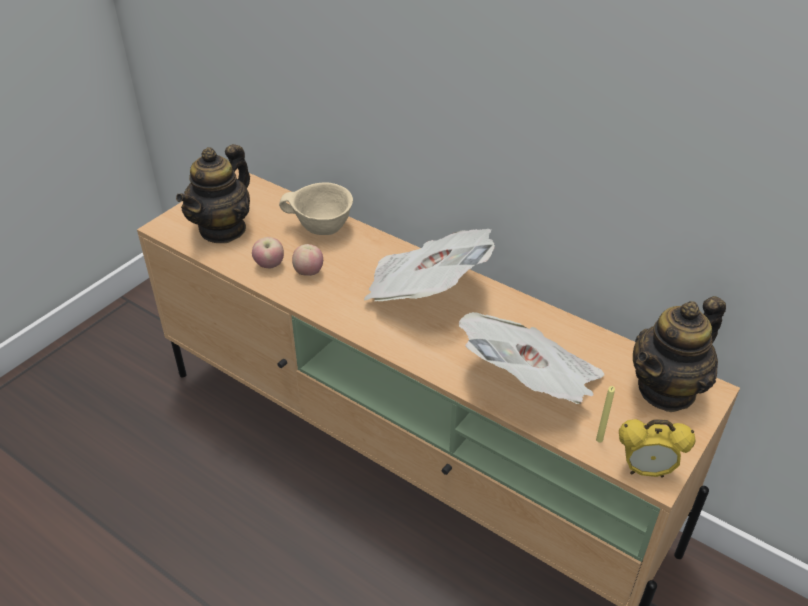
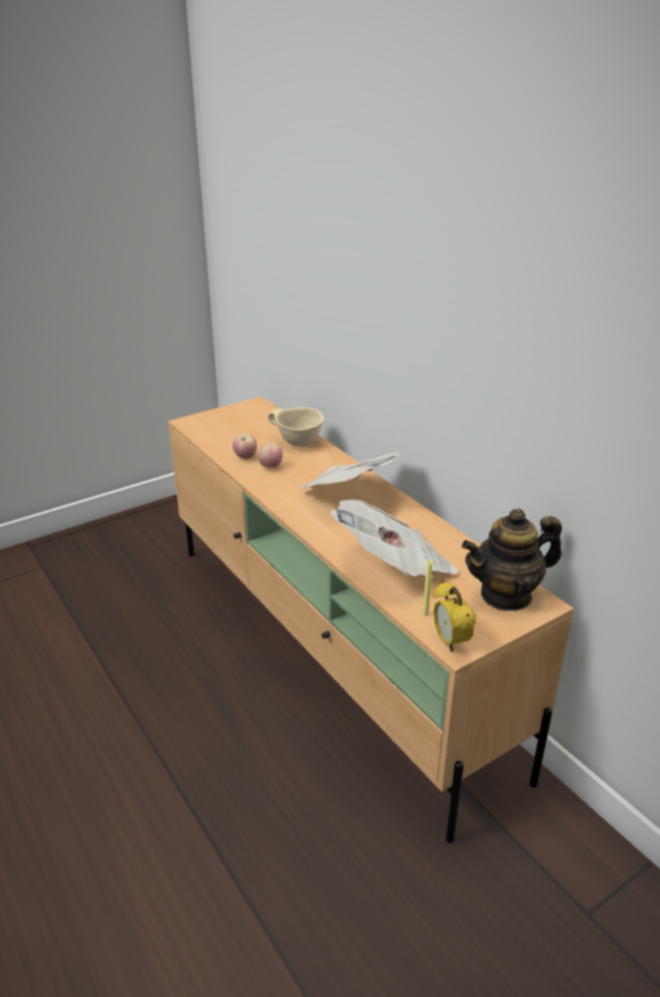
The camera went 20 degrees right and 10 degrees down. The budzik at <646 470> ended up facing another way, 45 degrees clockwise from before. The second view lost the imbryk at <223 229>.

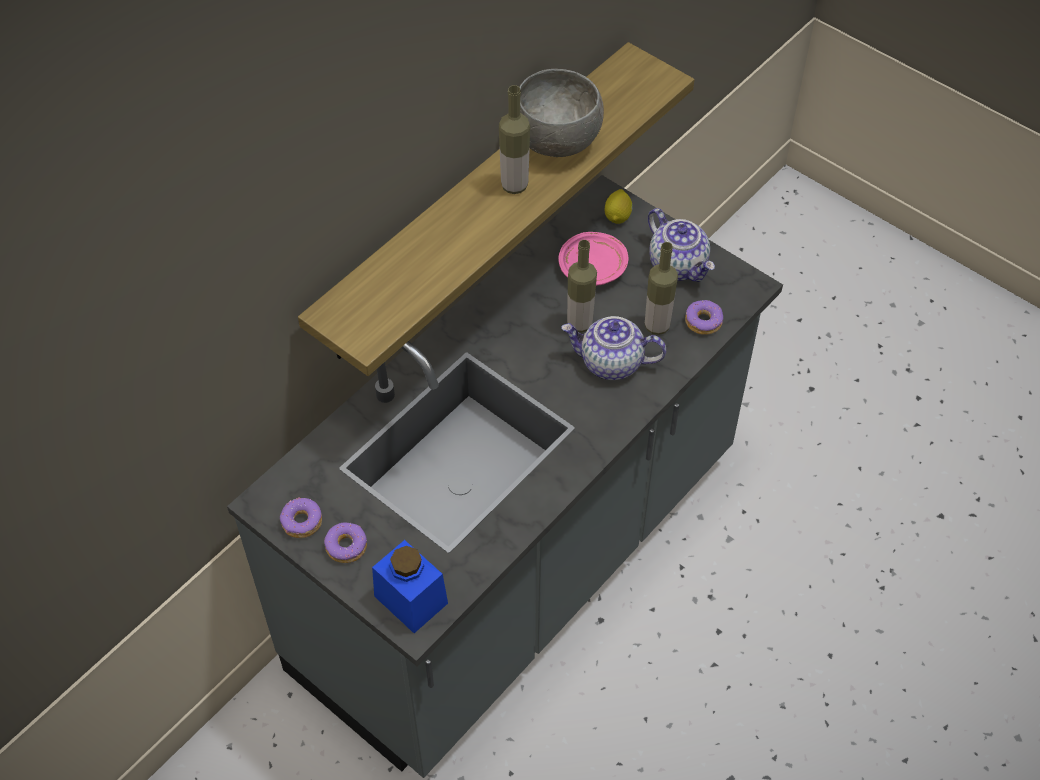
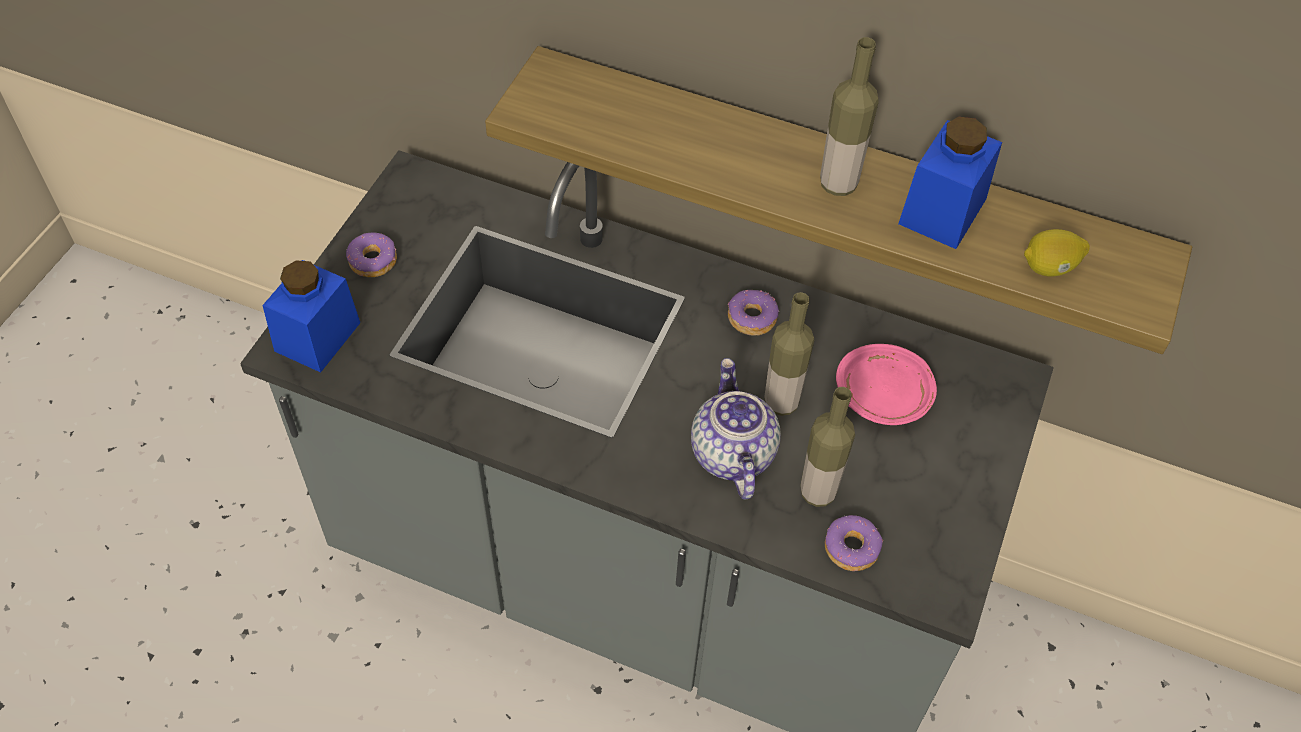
The camera went 70 degrees right and 0 degrees up. The donut ended up elsewhere, having gone from <301 522> to <751 318>. Where the miska/szary stood at <558 142>, the słoik/niebieski came to stand at <942 211>. The cytryna ended up elsewhere, having gone from <618 216> to <1049 268>. The second view lost the imbryk at <678 265>.

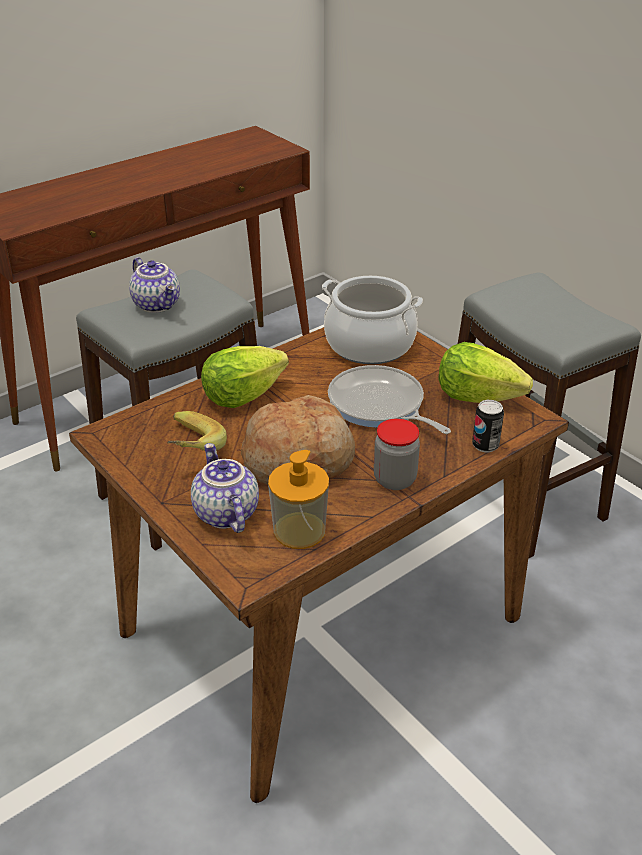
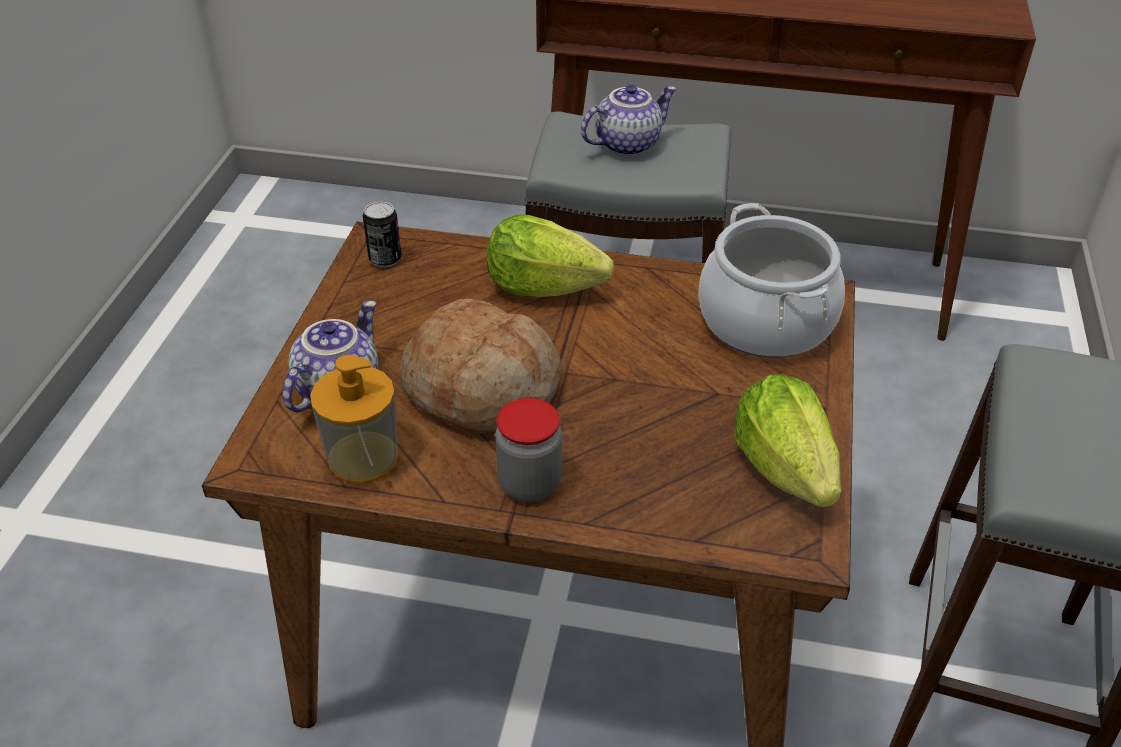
The camera went 50 degrees right and 5 degrees up. The puszka ended up elsewhere, having gone from <485 445> to <385 259>. The imbryk at <158 304> ended up facing another way, 135 degrees counterclockwise from before. The second view lost the banan at <188 450>. The second view lost the patelnia at <379 406>.

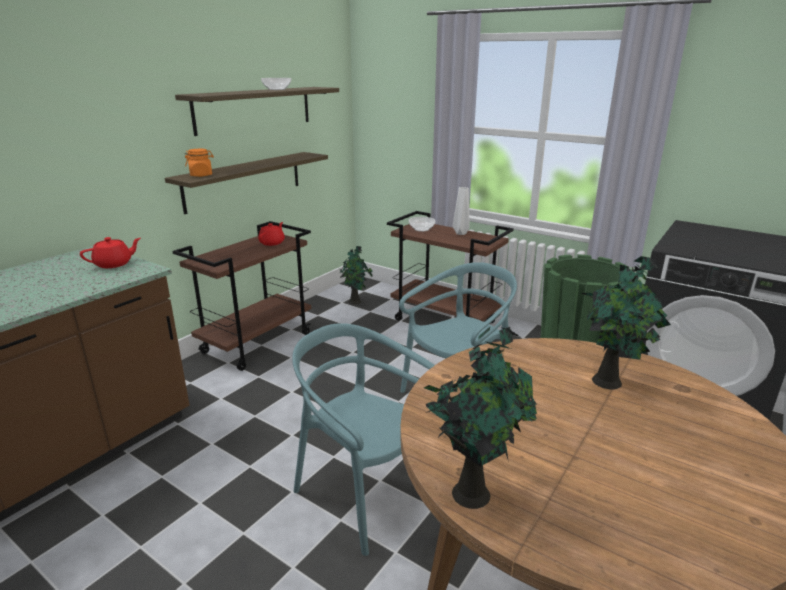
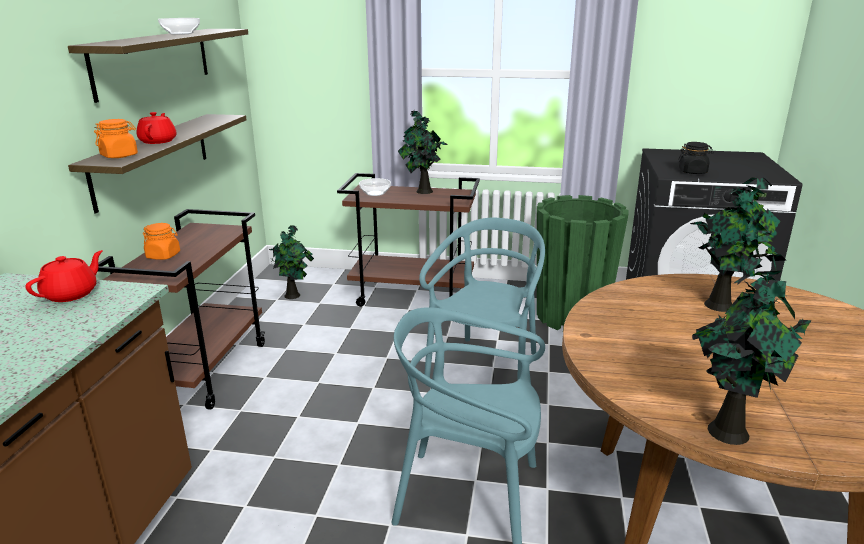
The camera went 25 degrees left and 0 degrees up. The imbryk/czerwony ended up elsewhere, having gone from <272 243> to <158 141>. The second view gained the słoik/pomarańczowy at <163 256>. Where the wazon/biały stood at <461 233>, the roślina doniczkowa came to stand at <422 191>. The second view gained the słoik/czarny at <693 171>.

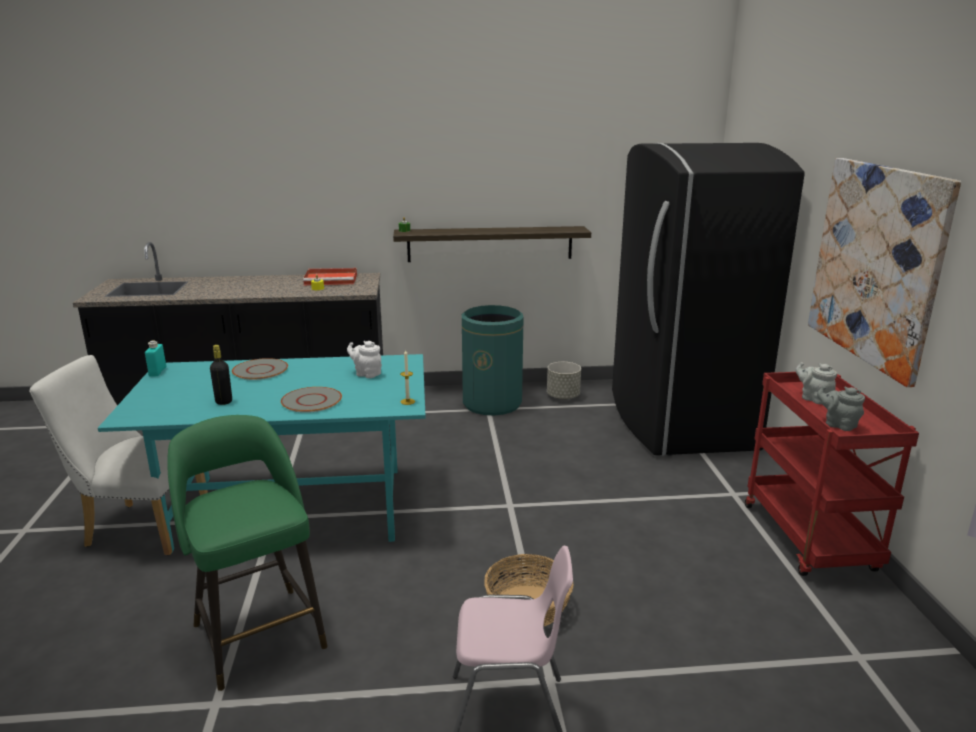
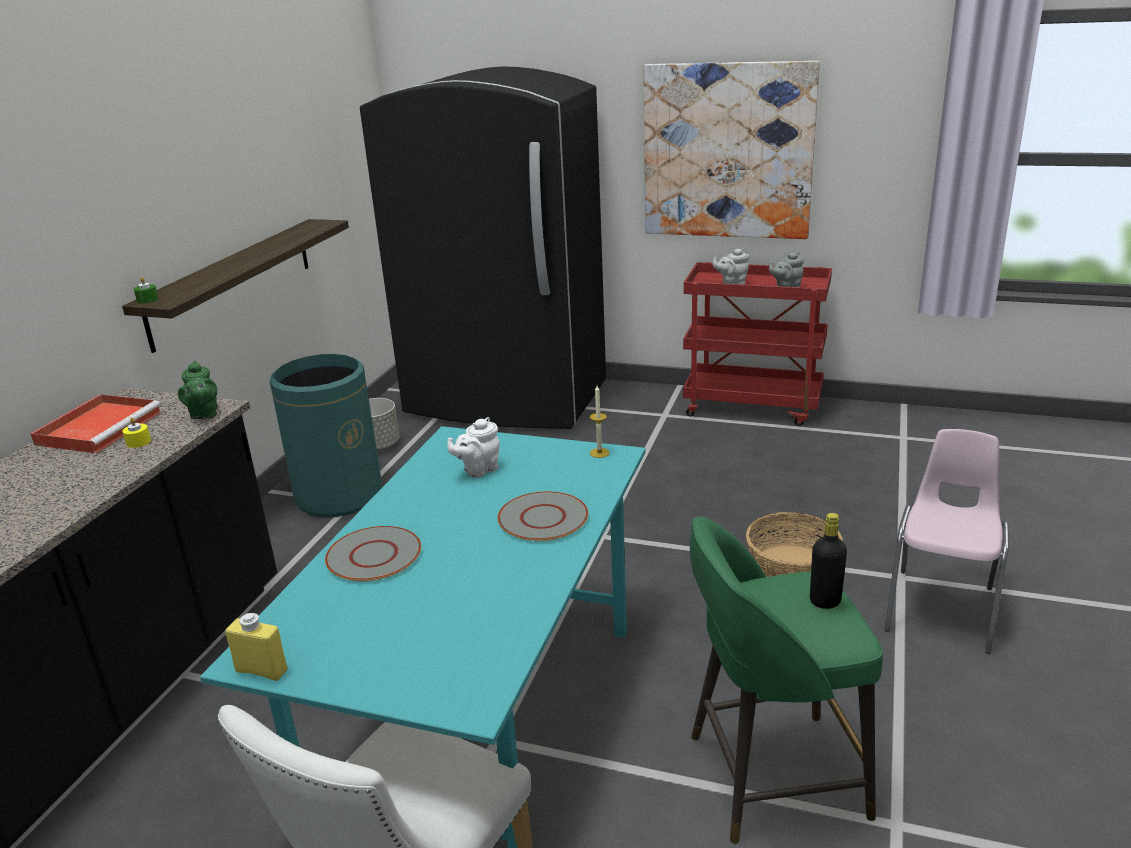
The camera went 65 degrees left and 5 degrees up. The second view gained the imbryk/zielony at <204 414>. What was the butelka/turkusowy at <157 372> turned into the butelka/żółty at <261 670>. The butelka/czarny ended up elsewhere, having gone from <224 401> to <825 601>.

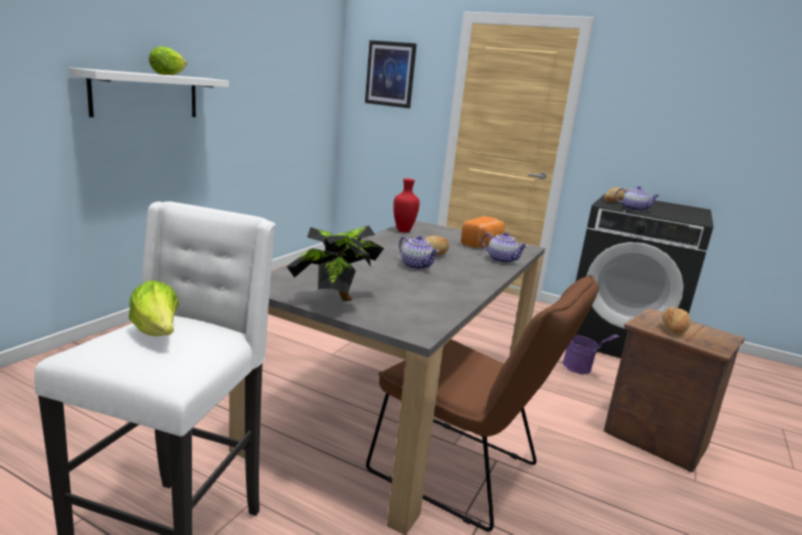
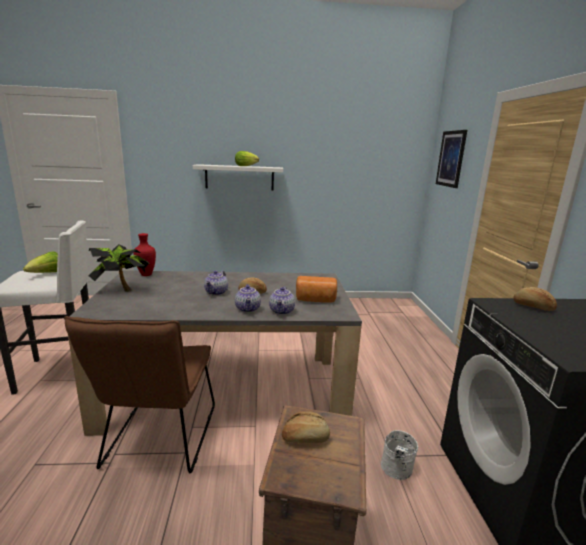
The camera went 60 degrees right and 0 degrees up. The wazon/czerwony ended up elsewhere, having gone from <403 230> to <147 274>. The imbryk ended up elsewhere, having gone from <634 209> to <248 309>. What was the wiadro/fioletowy at <581 369> turned into the wiadro/biały at <396 472>.

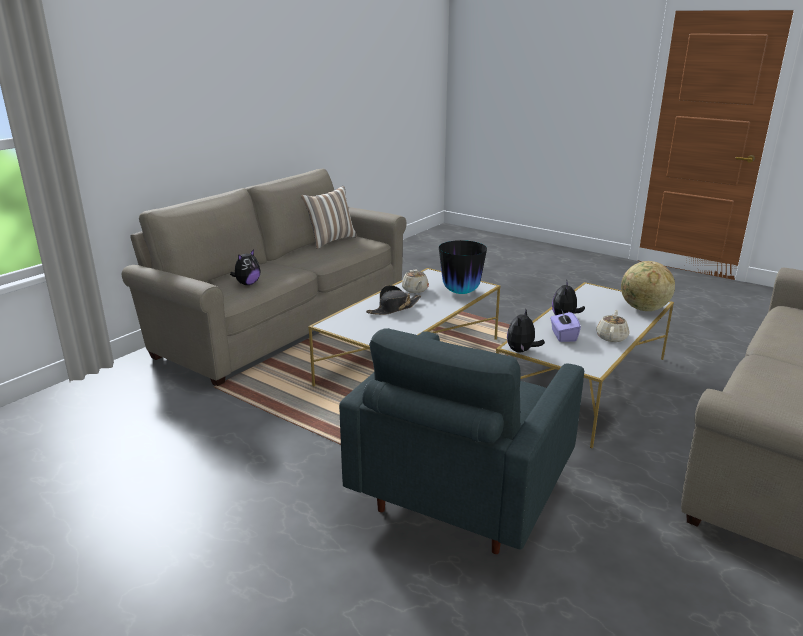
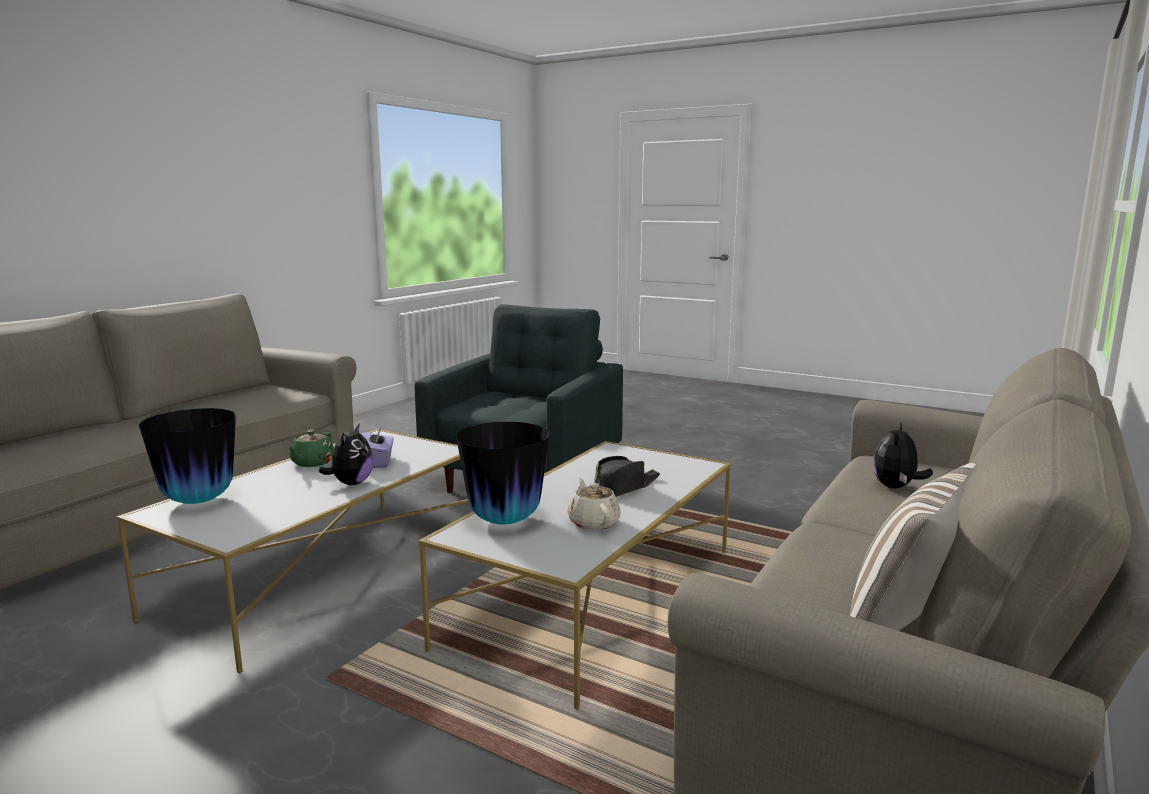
The camera went 175 degrees right and 10 degrees down. Where the globus stood at <643 309>, the wazon came to stand at <199 501>. What was the imbryk/beżowy at <611 337> turned into the imbryk/zielony at <312 463>. The second view lost the pluszak at <521 351>.

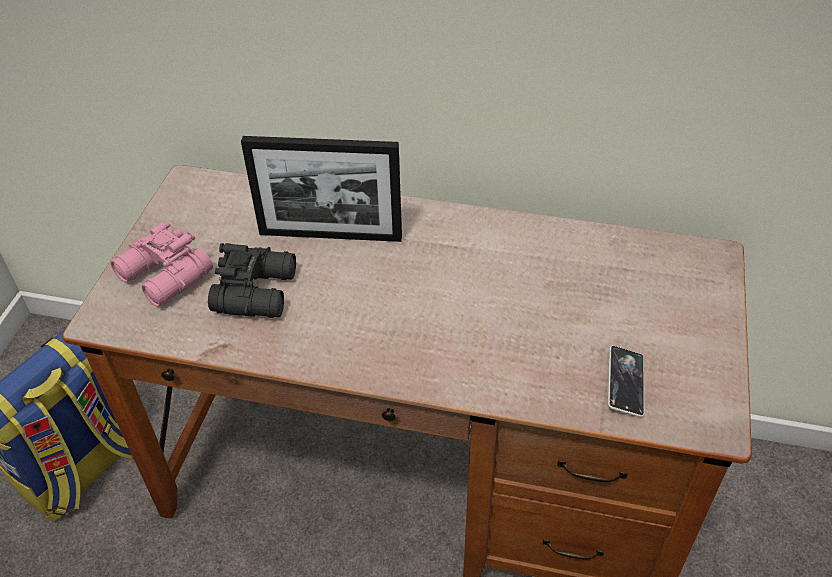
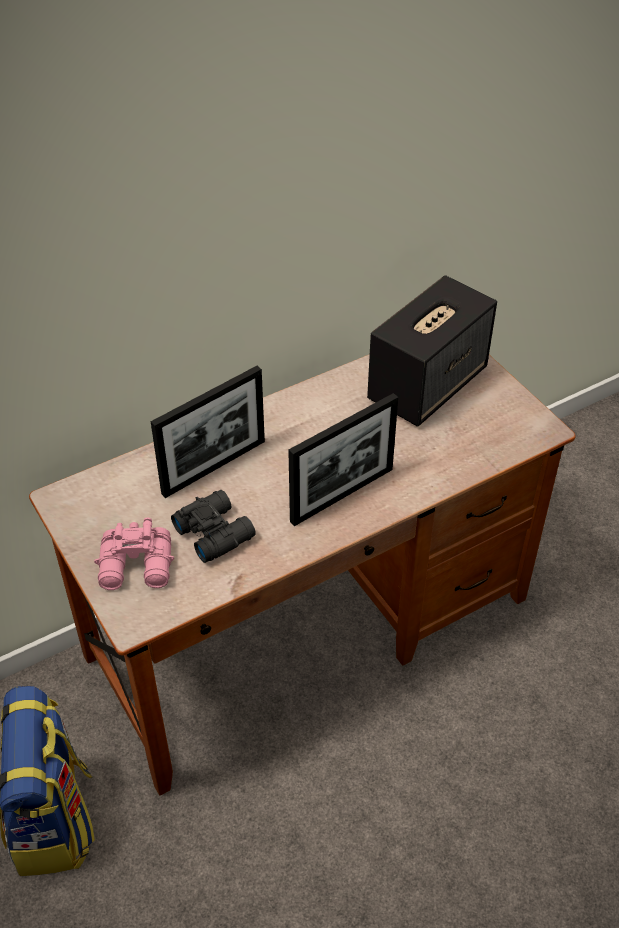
The camera went 45 degrees left and 0 degrees up. The second view gained the ramka na zdjęcie at <342 495>. The second view gained the głośnik at <428 384>. The second view lost the telefon at <625 384>.

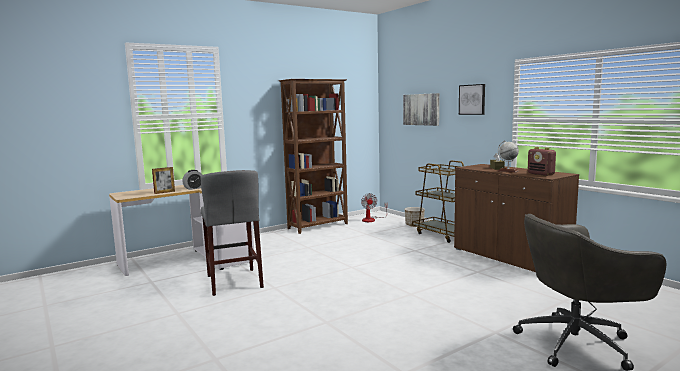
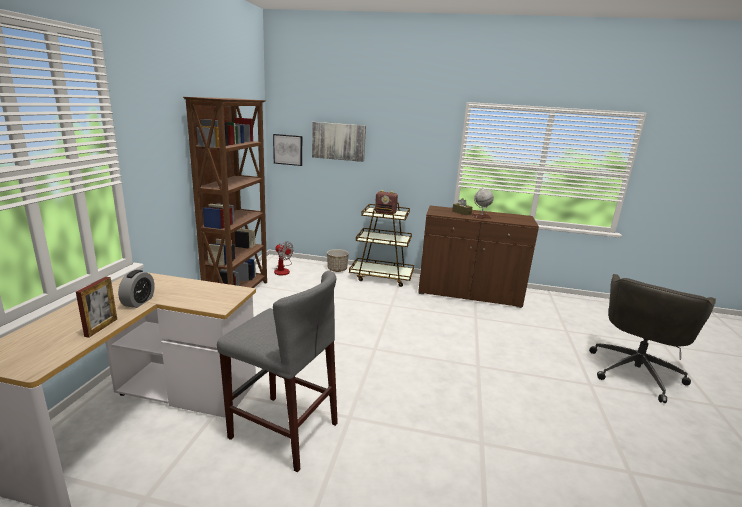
The camera went 45 degrees left and 10 degrees up. The obraz ended up elsewhere, having gone from <472 99> to <288 149>. The radio ended up elsewhere, having gone from <541 174> to <385 213>.

